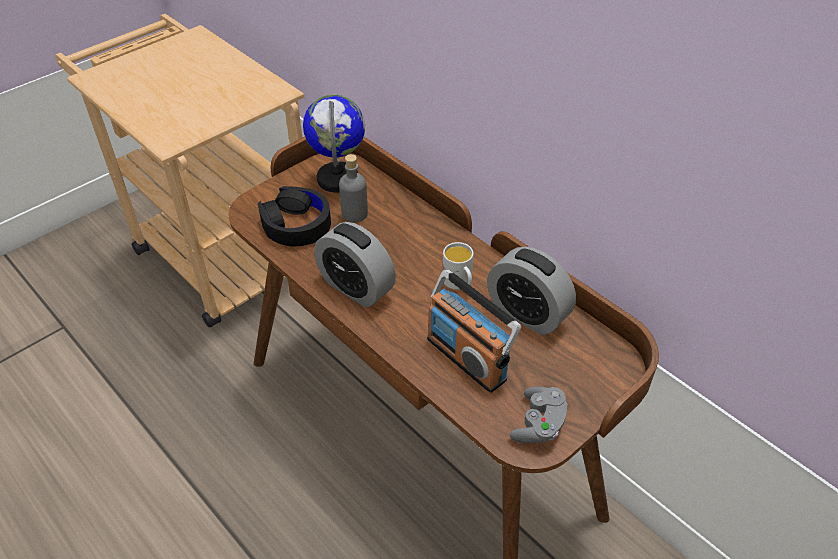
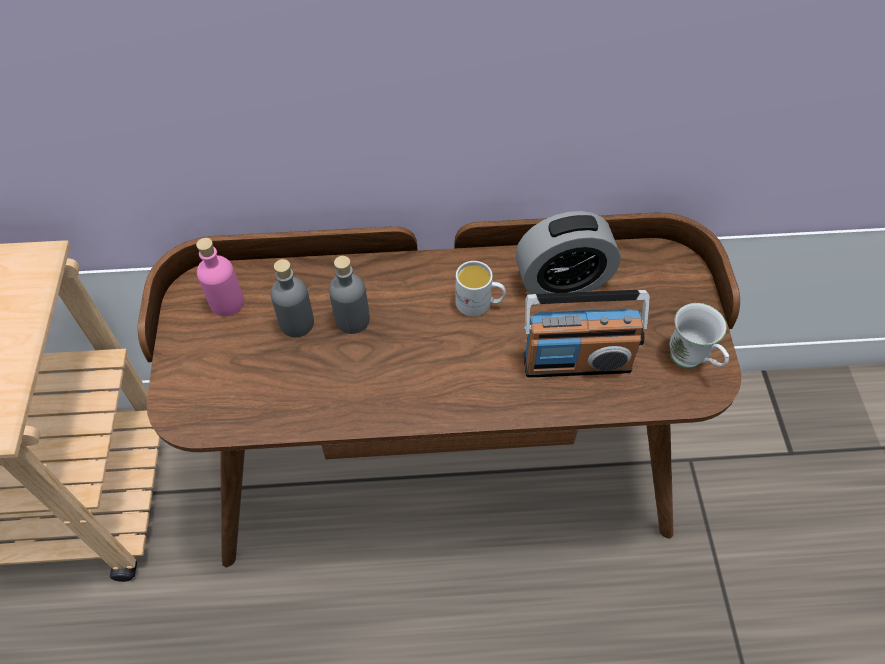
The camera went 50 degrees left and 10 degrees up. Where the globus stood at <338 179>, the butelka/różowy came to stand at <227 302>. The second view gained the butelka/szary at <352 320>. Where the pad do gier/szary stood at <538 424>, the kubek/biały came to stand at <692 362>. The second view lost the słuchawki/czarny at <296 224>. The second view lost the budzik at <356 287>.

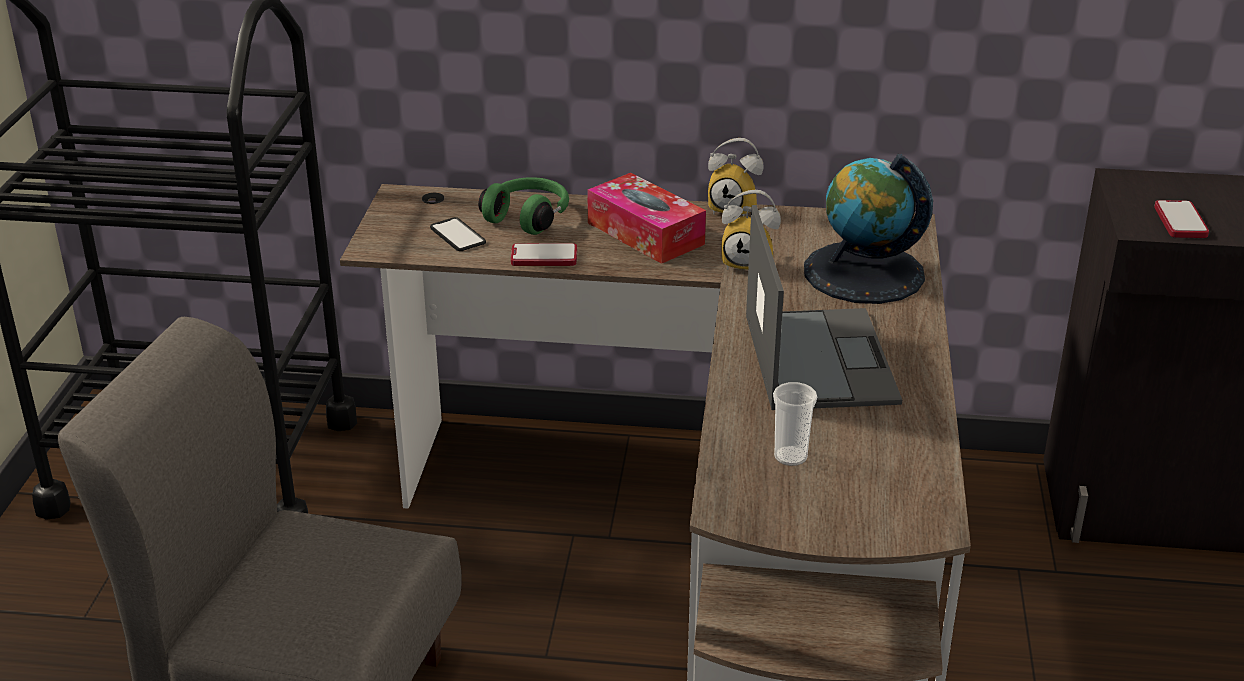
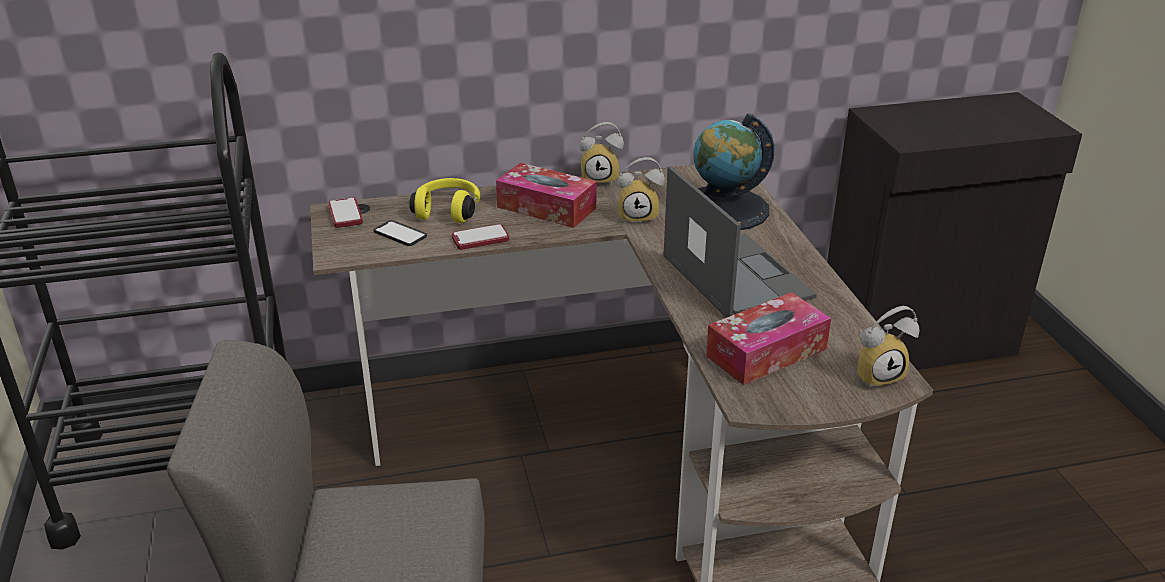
The camera went 20 degrees left and 0 degrees up. The telefon ended up elsewhere, having gone from <1180 221> to <345 214>. What was the słuchawki/zielony at <528 217> turned into the słuchawki/żółty at <448 211>. Where the filiżanka stood at <790 456>, the pudełko chusteczek came to stand at <766 352>. The second view gained the budzik at <878 374>.

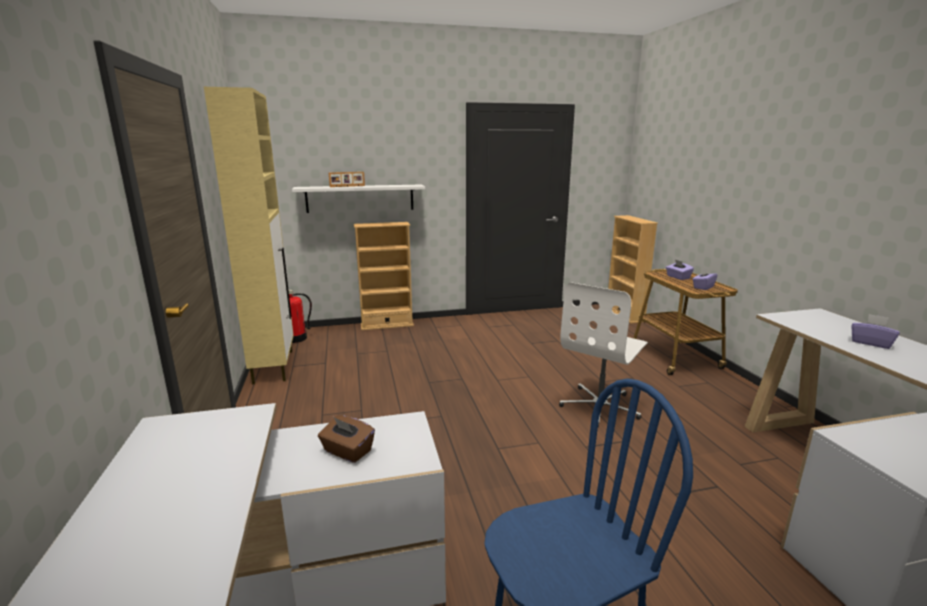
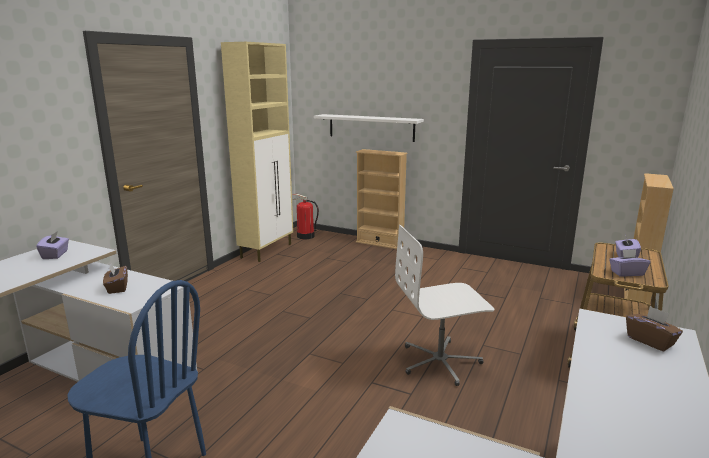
The camera went 40 degrees right and 0 degrees up. The pudełko chusteczek/fioletowy ended up elsewhere, having gone from <871 343> to <55 255>. The second view gained the pudełko chusteczek/brązowy at <650 341>. The second view lost the ramka na zdjęcie at <347 186>.

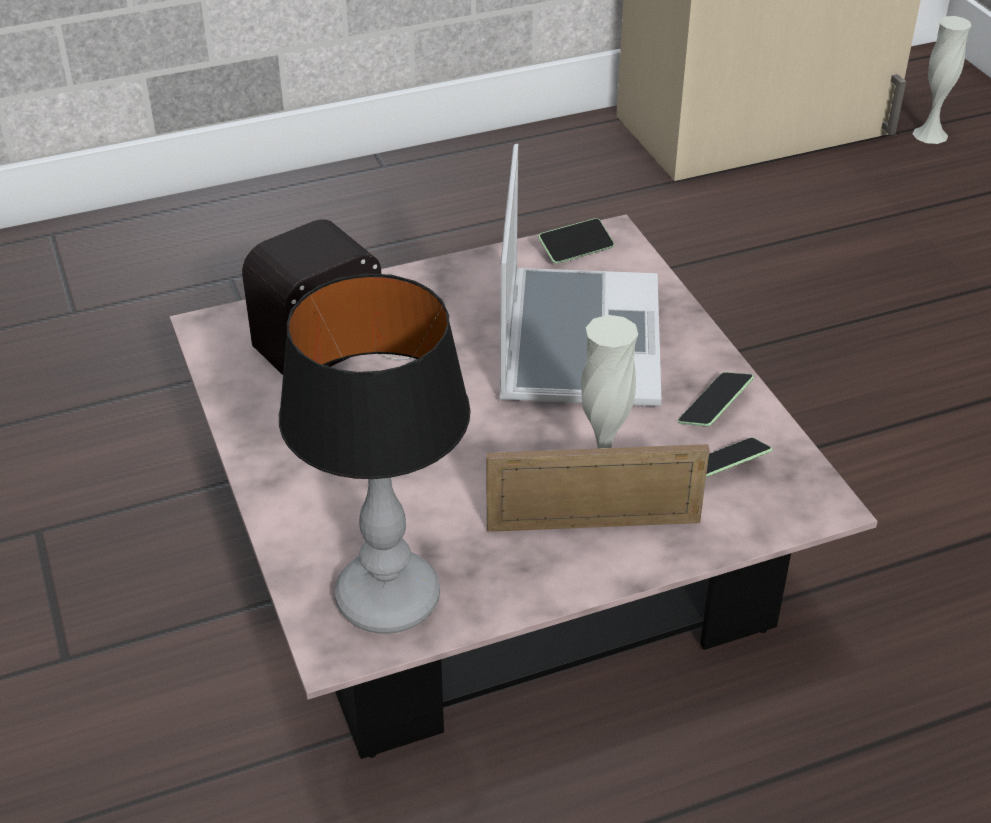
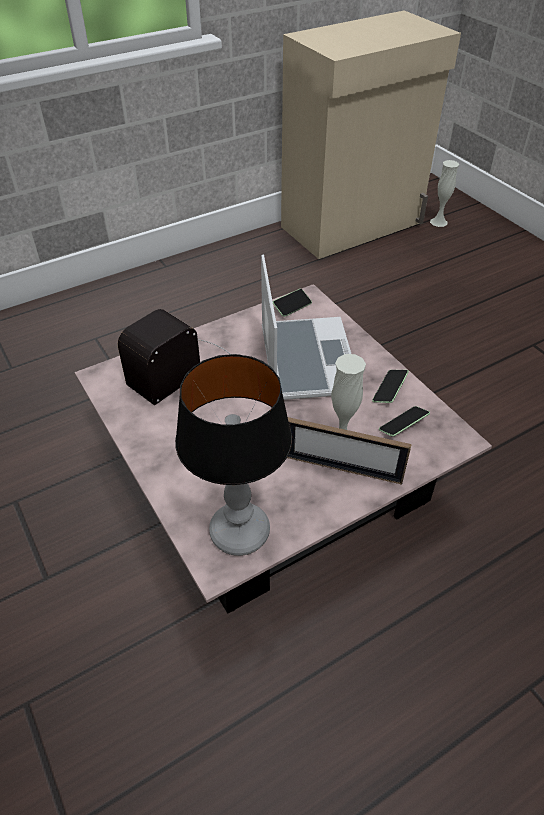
The camera went 10 degrees left and 5 degrees up. The ramka na zdjęcie at <593 524> ended up facing another way, 150 degrees counterclockwise from before.

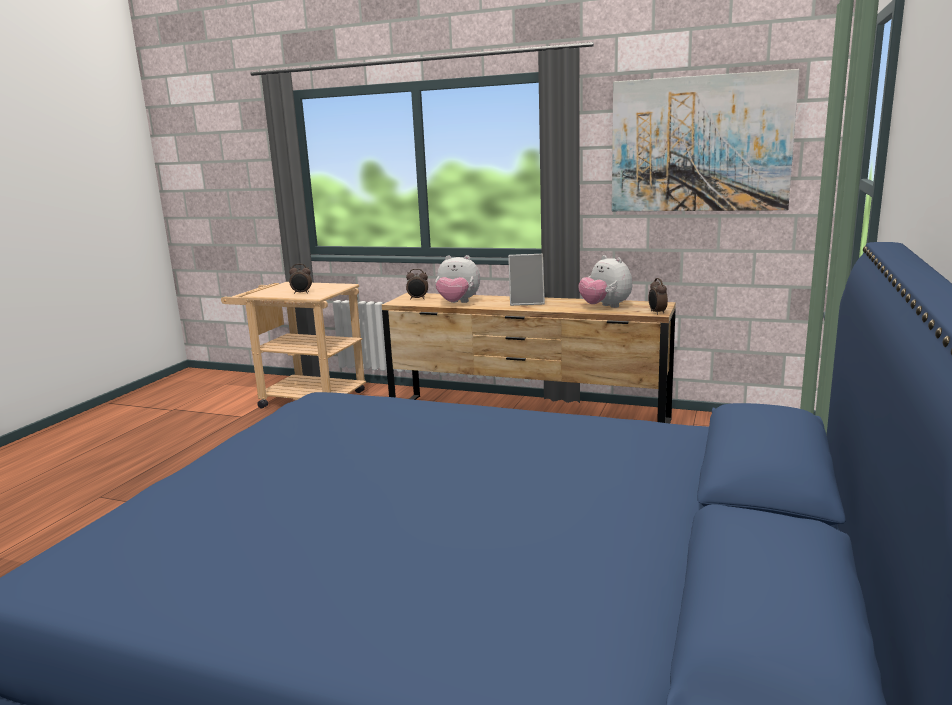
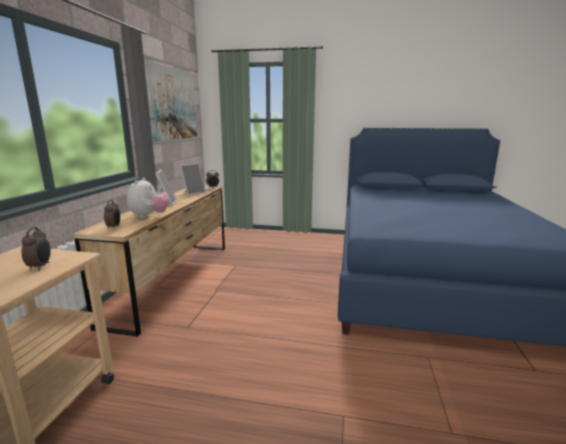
The camera went 100 degrees left and 0 degrees up. Where the pluszak stood at <605 307>, the ramka na zdjęcie came to stand at <193 192>.

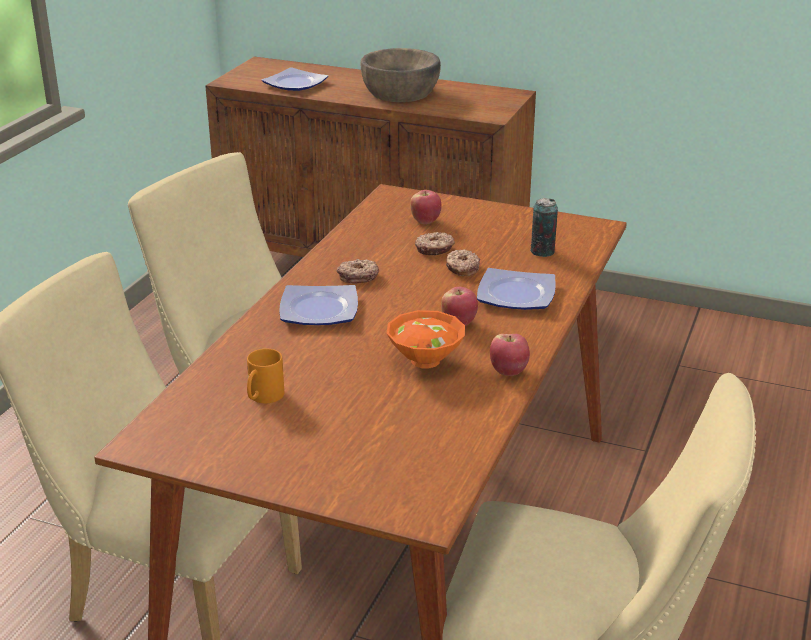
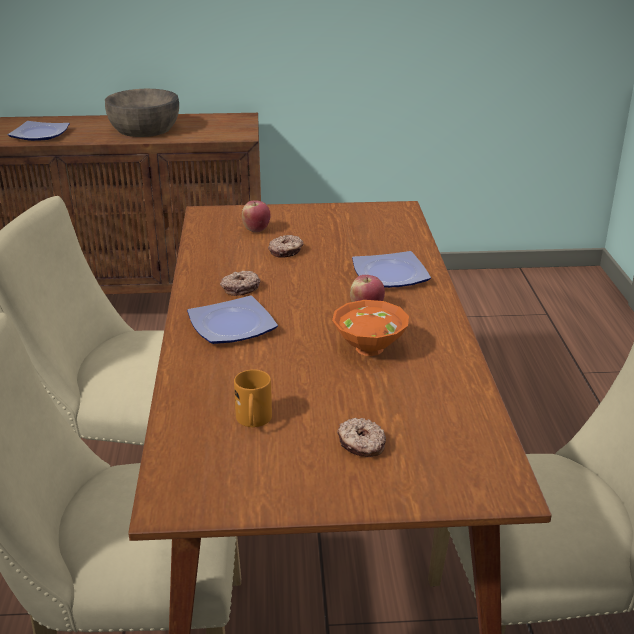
The camera went 25 degrees left and 0 degrees up. The donut ended up elsewhere, having gone from <462 268> to <361 444>. The second view lost the jabłko at <509 371>. The second view lost the puszka at <542 252>.

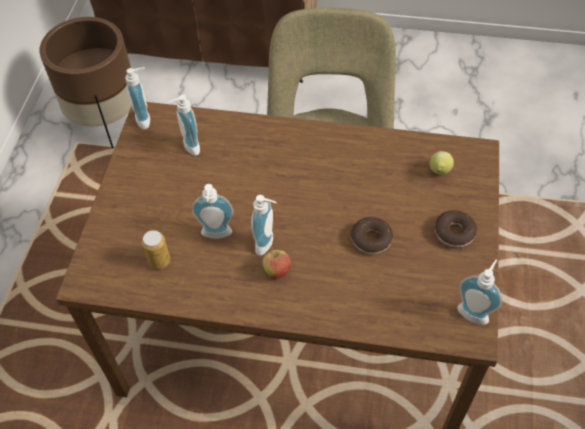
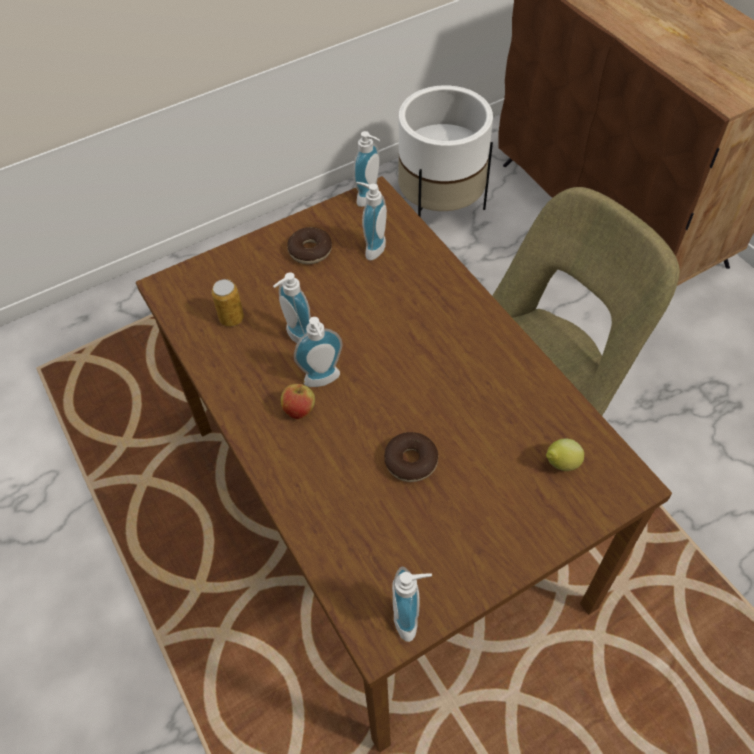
The camera went 50 degrees right and 0 degrees up. The donut ended up elsewhere, having gone from <454 232> to <310 251>. What was the donica/brązowy at <106 120> turned into the donica/biały at <440 209>.

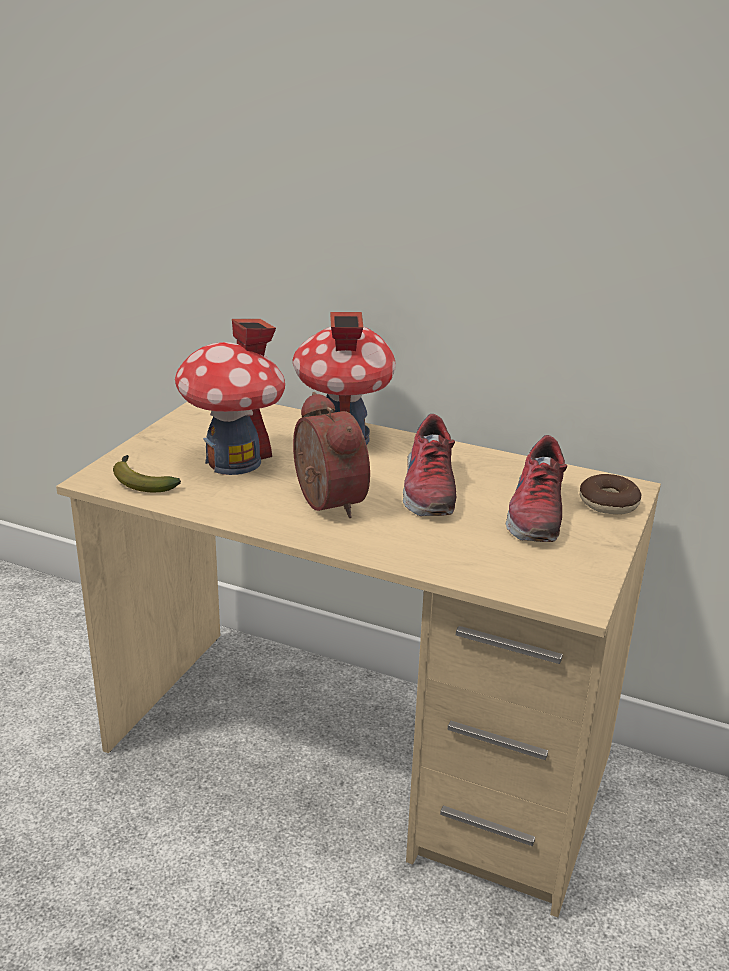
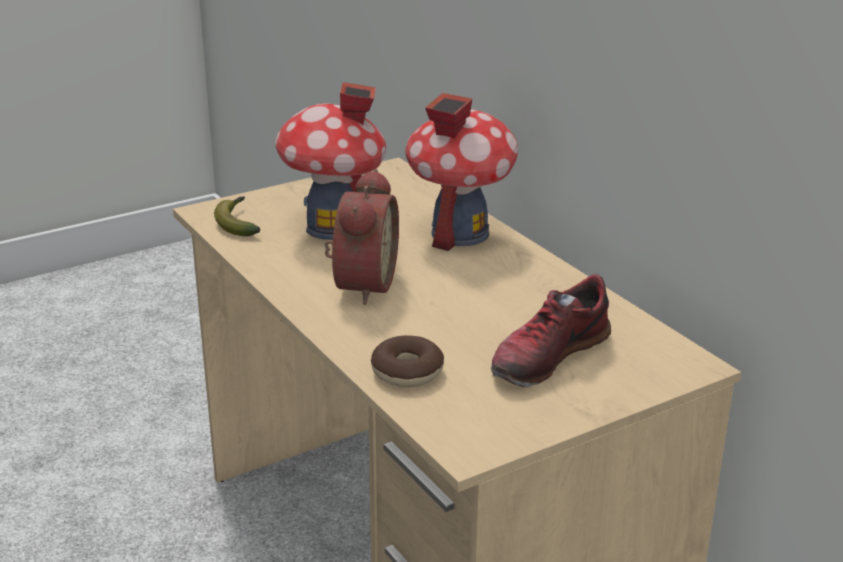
The camera went 35 degrees right and 0 degrees up. The donut ended up elsewhere, having gone from <608 503> to <407 372>. The second view lost the but at <427 489>.

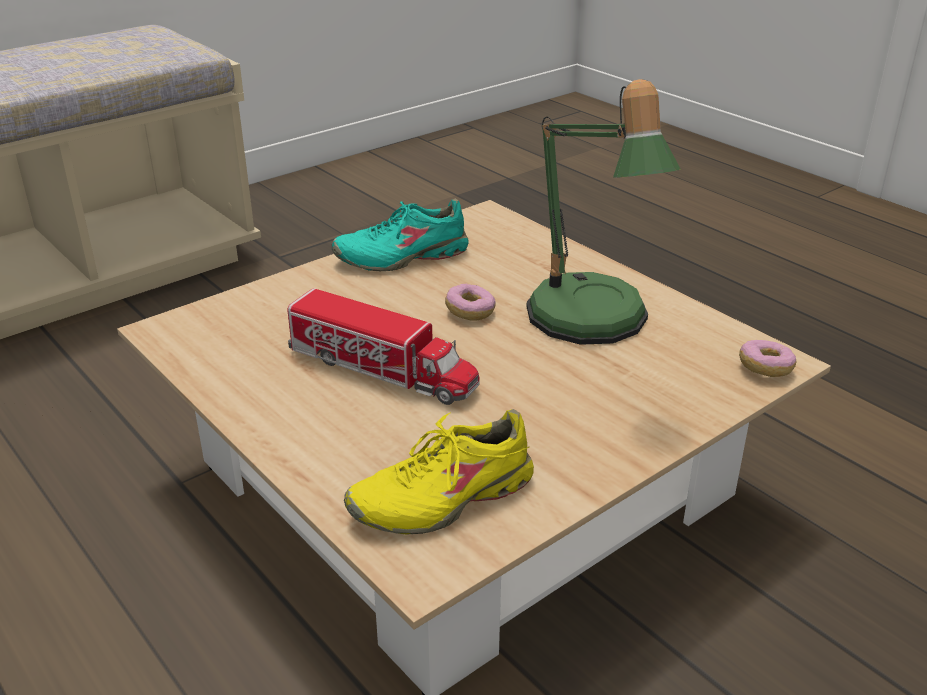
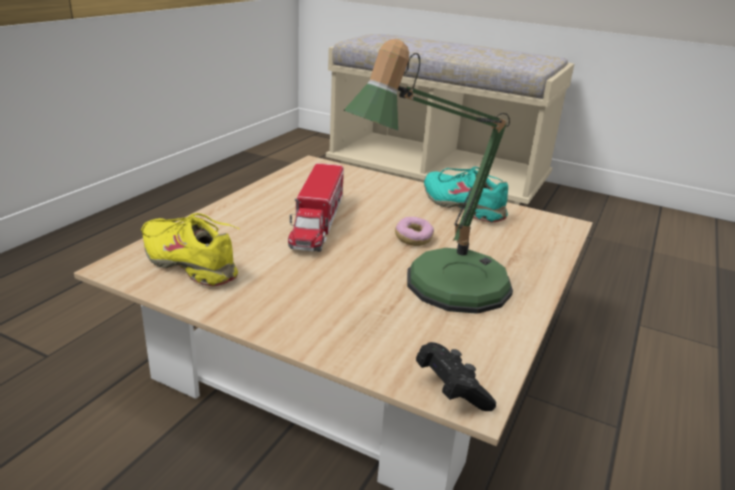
The camera went 65 degrees right and 5 degrees down. Where the donut stood at <765 368>, the pad do gier/czarny came to stand at <450 390>.

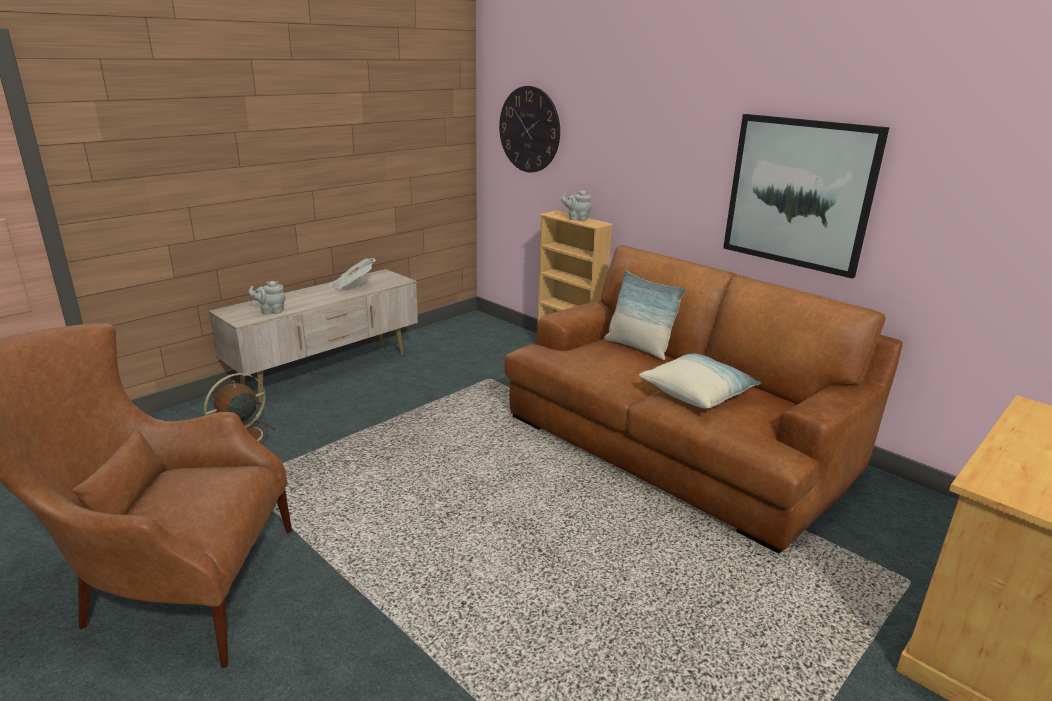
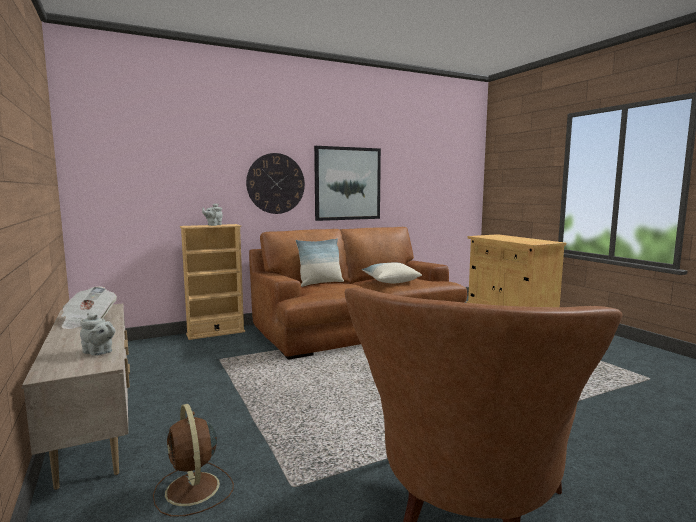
The camera went 70 degrees left and 15 degrees down. The imbryk/szary at <271 311> ended up facing another way, 75 degrees counterclockwise from before. The zegar ścienny ended up elsewhere, having gone from <529 129> to <275 183>.

